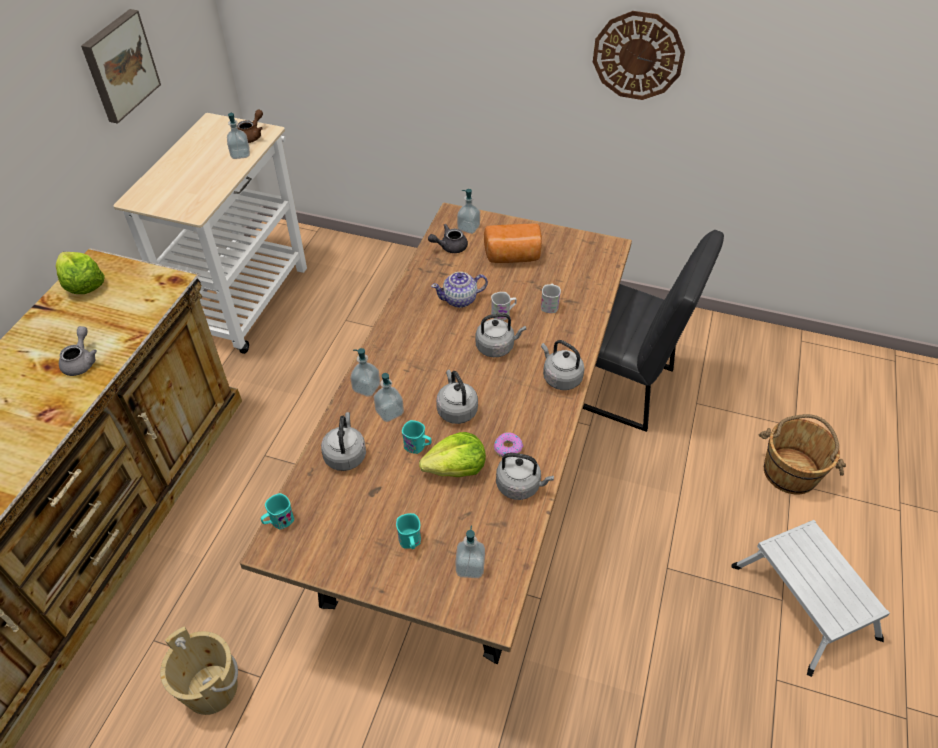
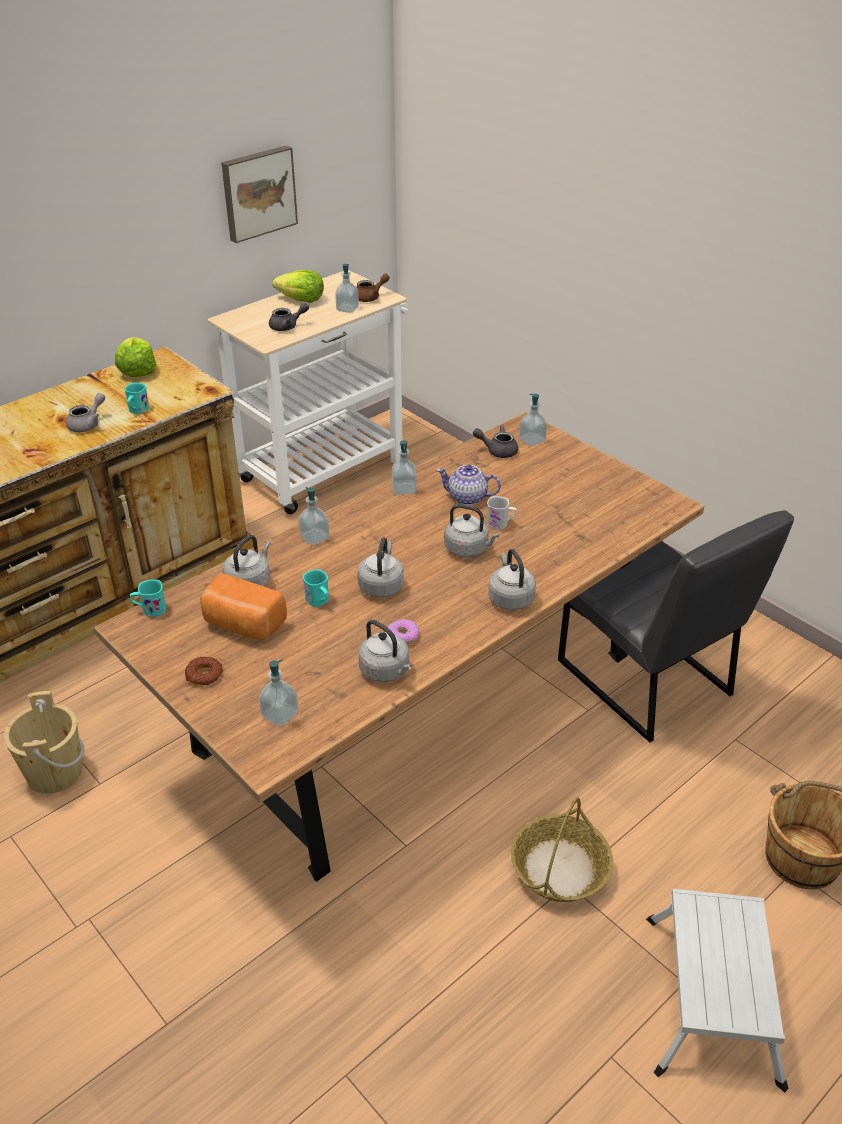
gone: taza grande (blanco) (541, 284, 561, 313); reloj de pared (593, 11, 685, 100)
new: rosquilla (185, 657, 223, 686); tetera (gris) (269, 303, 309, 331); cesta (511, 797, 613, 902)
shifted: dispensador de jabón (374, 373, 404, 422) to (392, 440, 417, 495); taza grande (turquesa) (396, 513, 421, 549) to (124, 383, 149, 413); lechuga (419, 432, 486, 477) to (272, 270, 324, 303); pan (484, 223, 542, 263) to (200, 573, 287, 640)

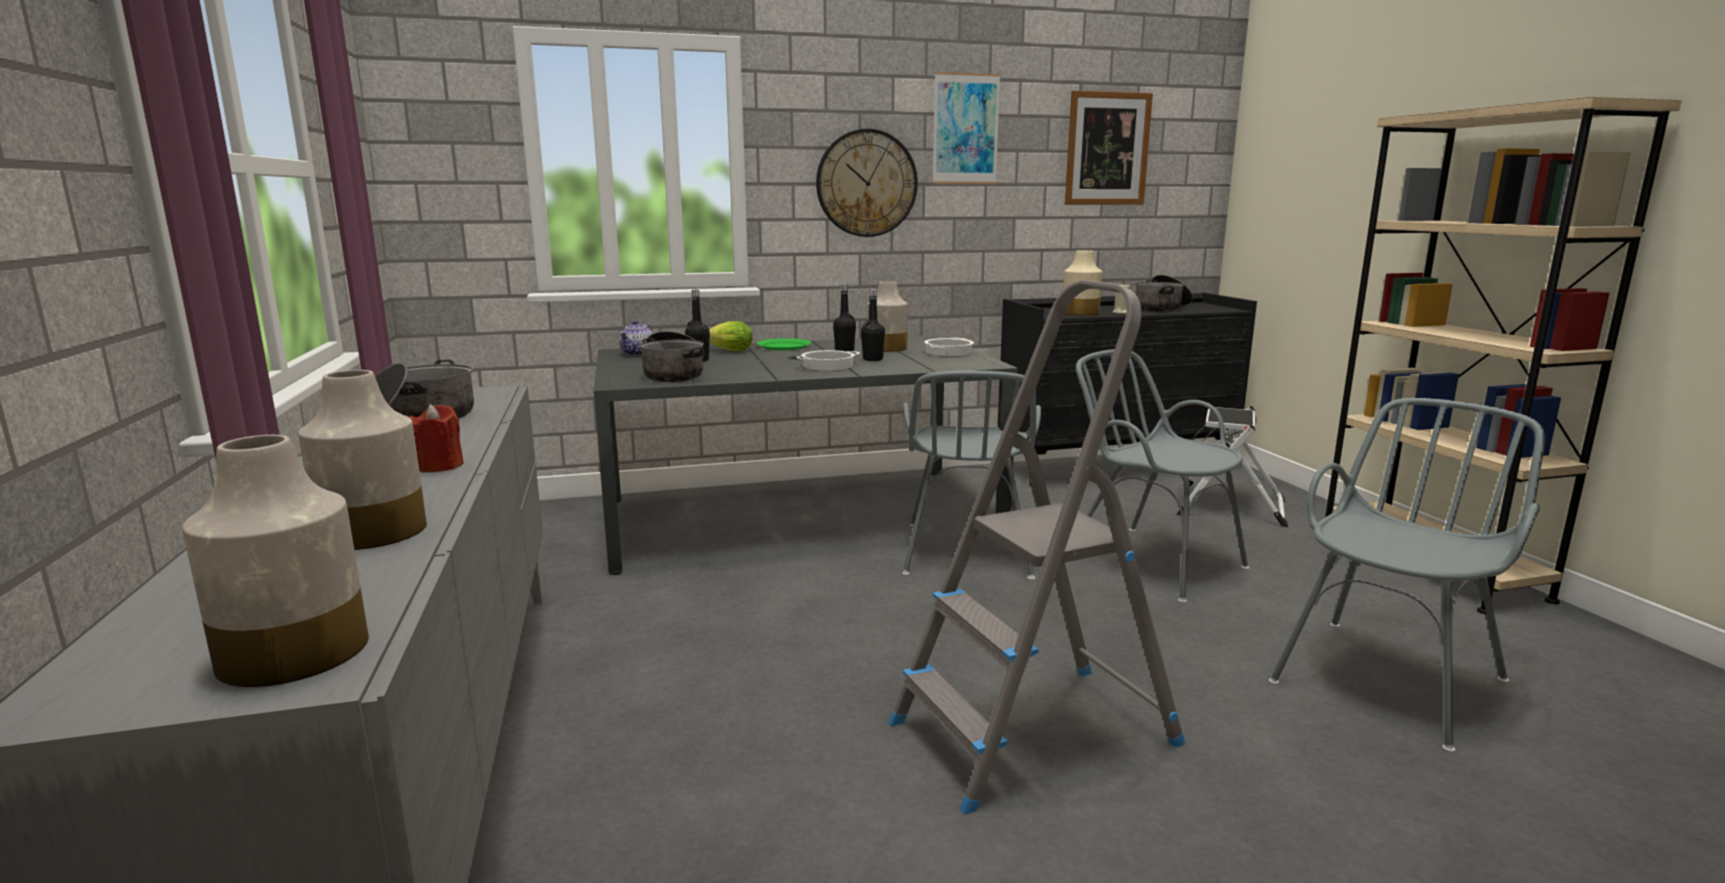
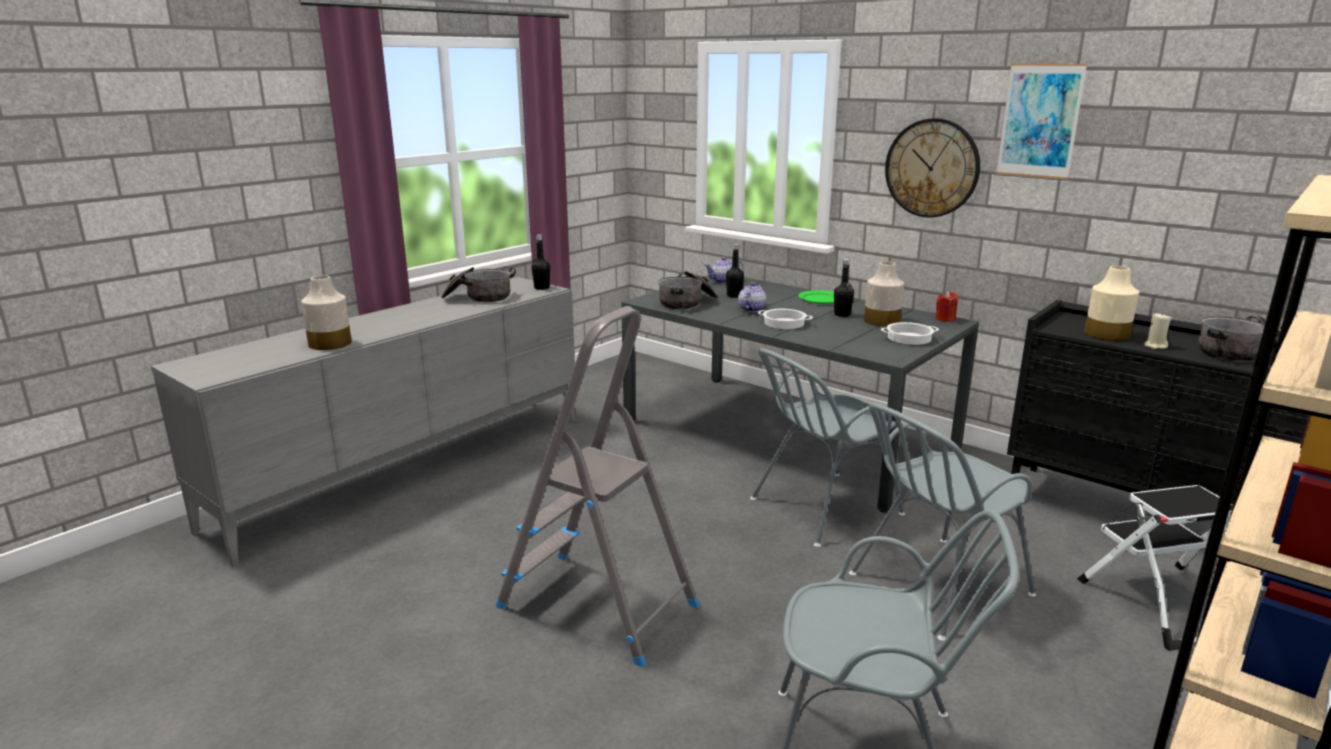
gone: florero (beis) (182, 435, 369, 687); lechuga (709, 321, 753, 351); cuadro (1065, 90, 1153, 205)
new: tetera (738, 283, 766, 312)
shifted: vela (rojo) (409, 404, 464, 472) to (936, 291, 958, 322); botella (negro) (861, 289, 885, 361) to (531, 234, 550, 290)
rotated: silla (gris) (1076, 349, 1249, 603) = (849, 403, 1036, 641) 135 degrees counterclockwise

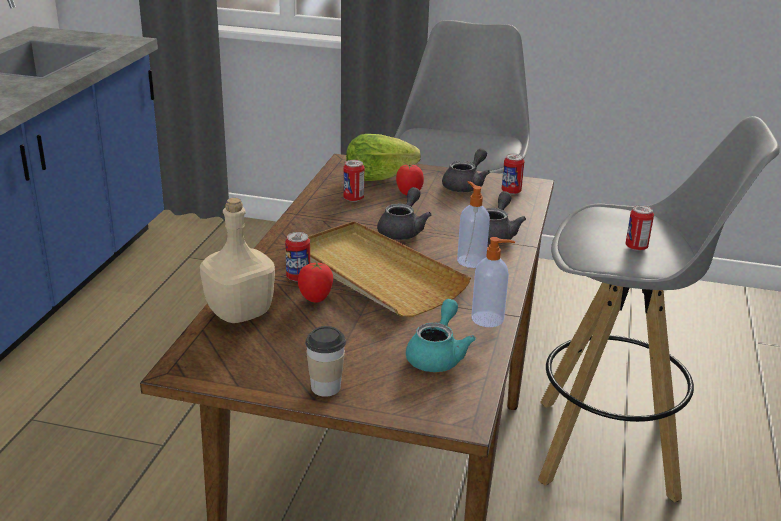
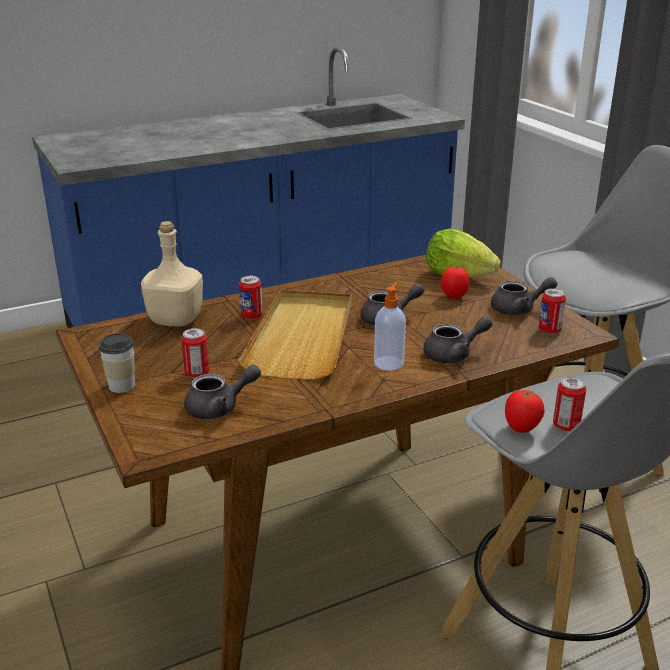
gone: dispensador de jabón (471, 237, 515, 327)
shifted: tomate (298, 263, 333, 302) to (505, 390, 544, 433); lata (343, 160, 364, 202) to (181, 328, 209, 378)
repainted: tetera (turquesa) (406, 299, 476, 372) to tetera (gris) (184, 365, 261, 419)

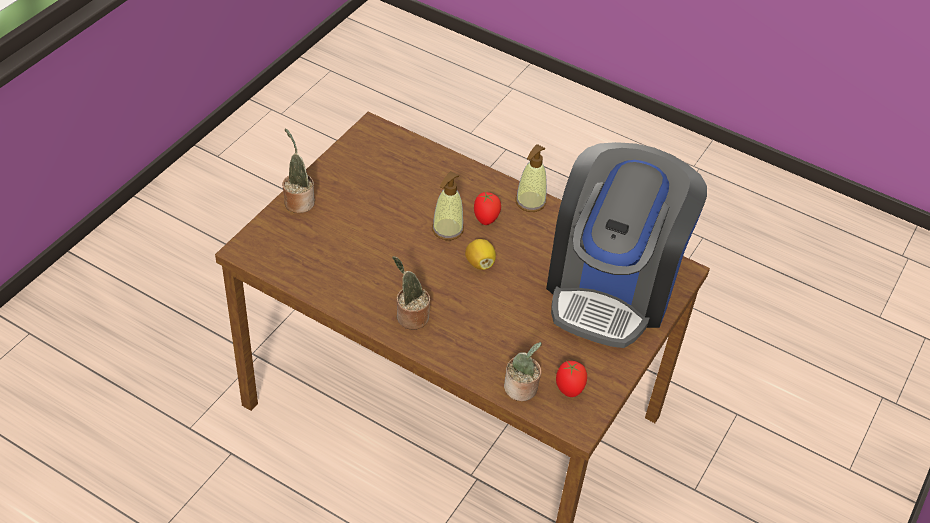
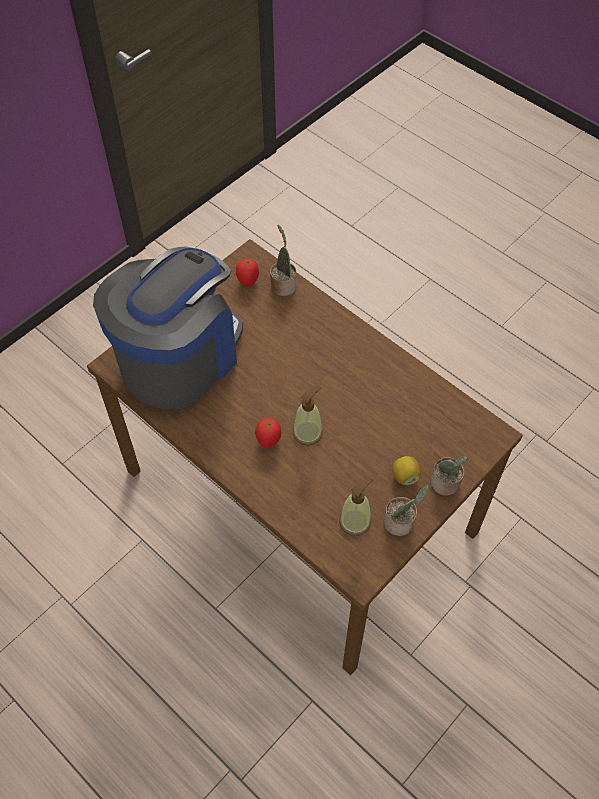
shifted: planta en maceta (392, 256, 430, 330) to (384, 484, 429, 536); limón (465, 239, 496, 270) to (393, 456, 421, 485); dispensador de jabón (516, 144, 547, 212) to (339, 477, 373, 536)

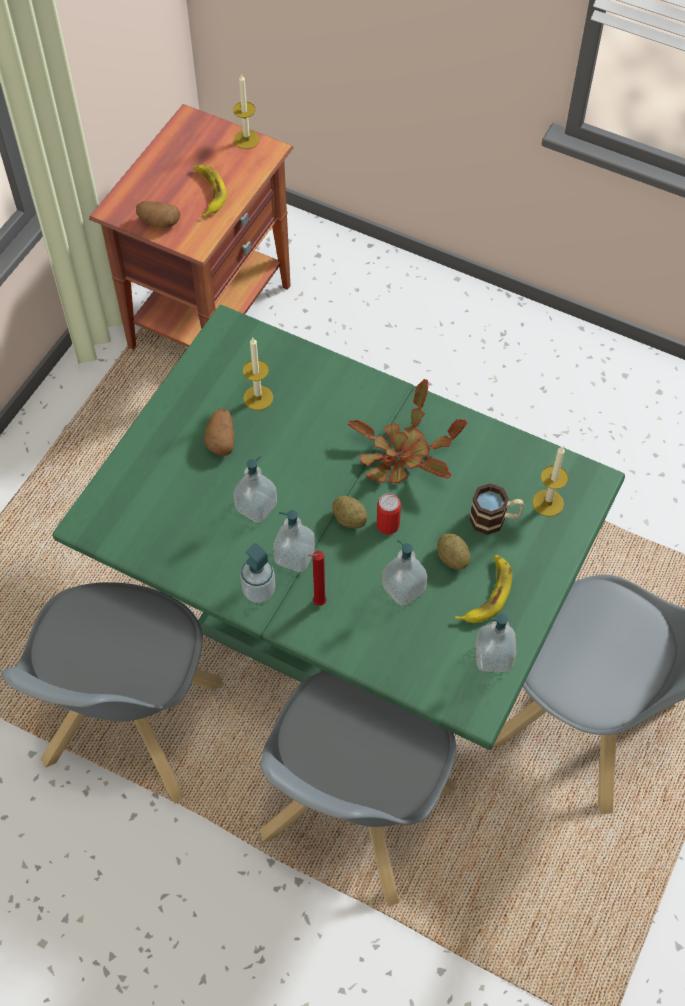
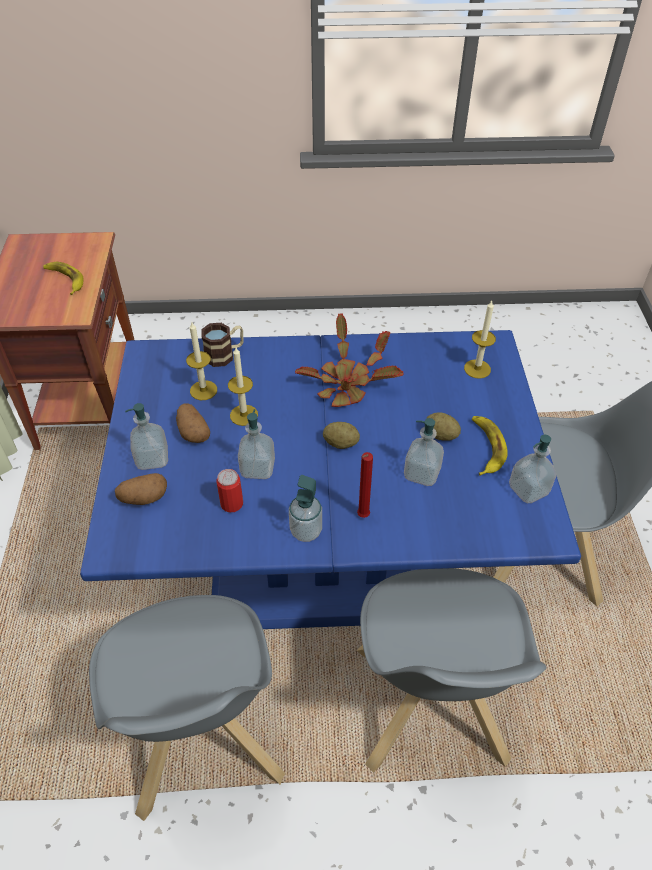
shifted: patata (136, 201, 180, 228) to (115, 473, 167, 505); vela (233, 74, 260, 149) to (228, 347, 258, 426); dispensador de jabón (273, 510, 315, 572) to (125, 403, 168, 470); lata (377, 493, 401, 534) to (217, 469, 243, 512); taza grande (469, 483, 524, 535) to (201, 323, 244, 367)
repainted: mesa de comedor (verde) (53, 305, 625, 750) to mesa de comedor (azul) (80, 330, 581, 629)

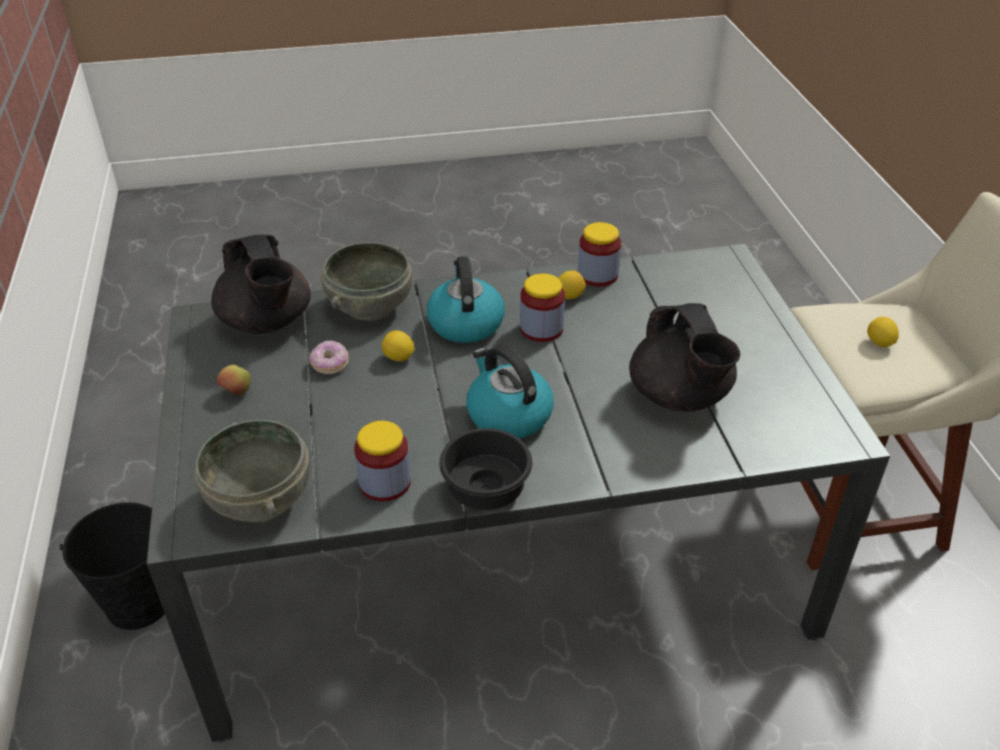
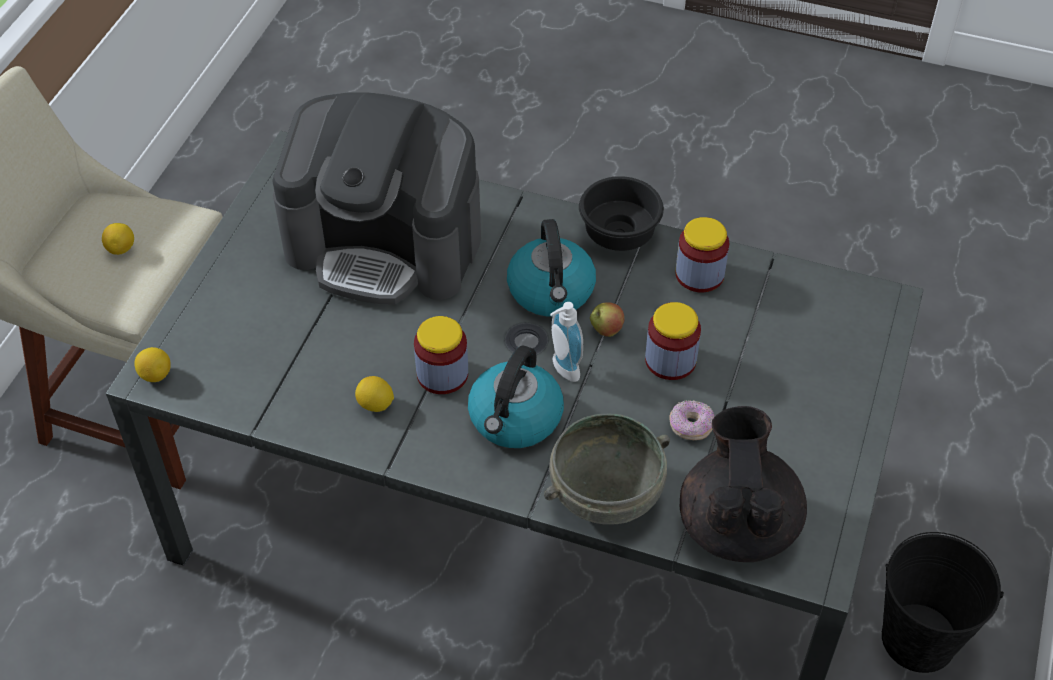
gone: cuenco (gris) (195, 420, 311, 523)
new: dispensador de jabón (550, 302, 583, 382)
shifted: manzana (217, 365, 250, 396) to (590, 302, 625, 337); limón (382, 330, 415, 361) to (134, 347, 171, 382); tarro (578, 222, 621, 287) to (645, 302, 701, 380)
swapped: tetera (negro) (629, 303, 740, 412) to cafetera (272, 92, 481, 304)

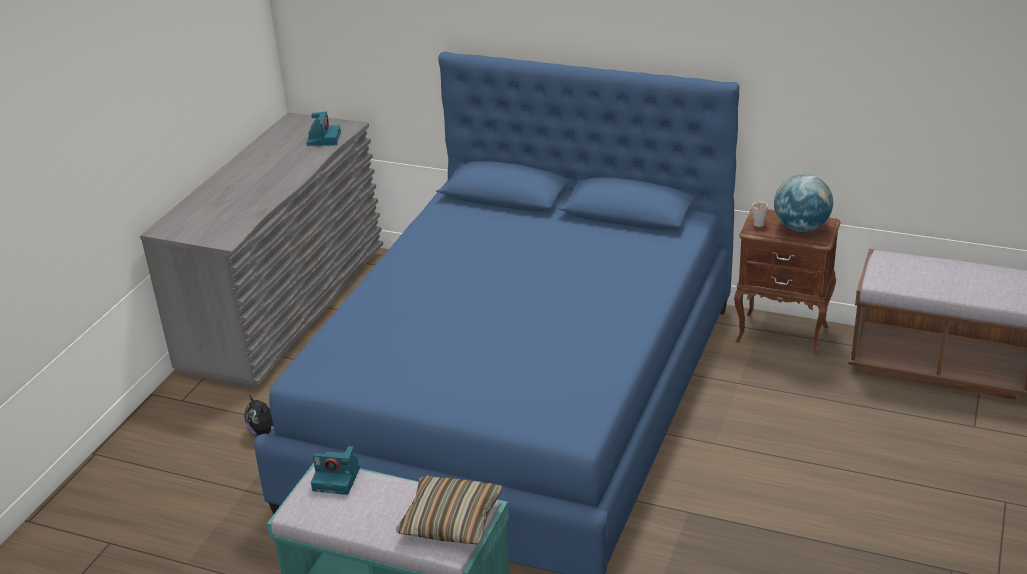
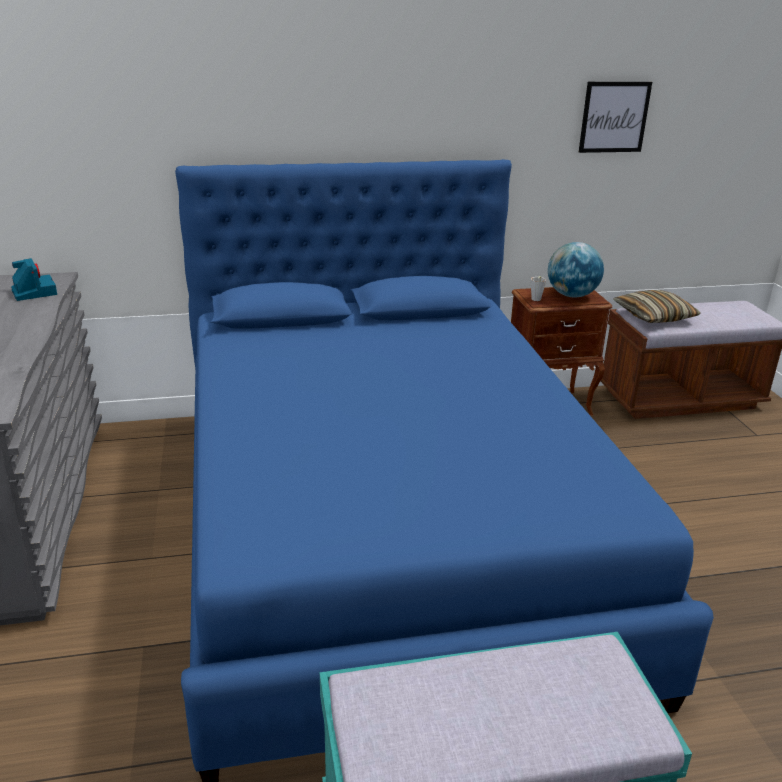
gone: peluche (245, 395, 274, 436); cámara (311, 446, 360, 495)
new: cuadro (579, 82, 652, 153)
shifted: cojín (396, 475, 503, 544) to (613, 290, 701, 323)

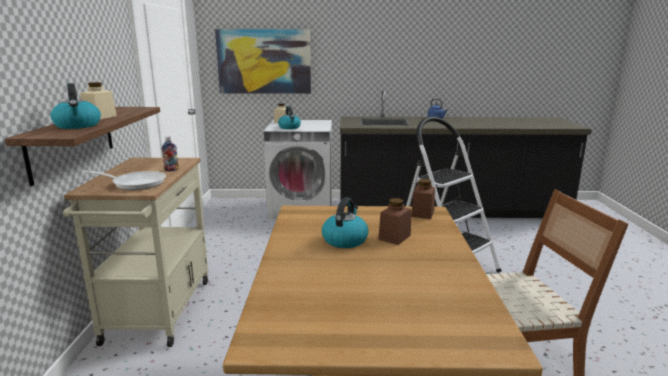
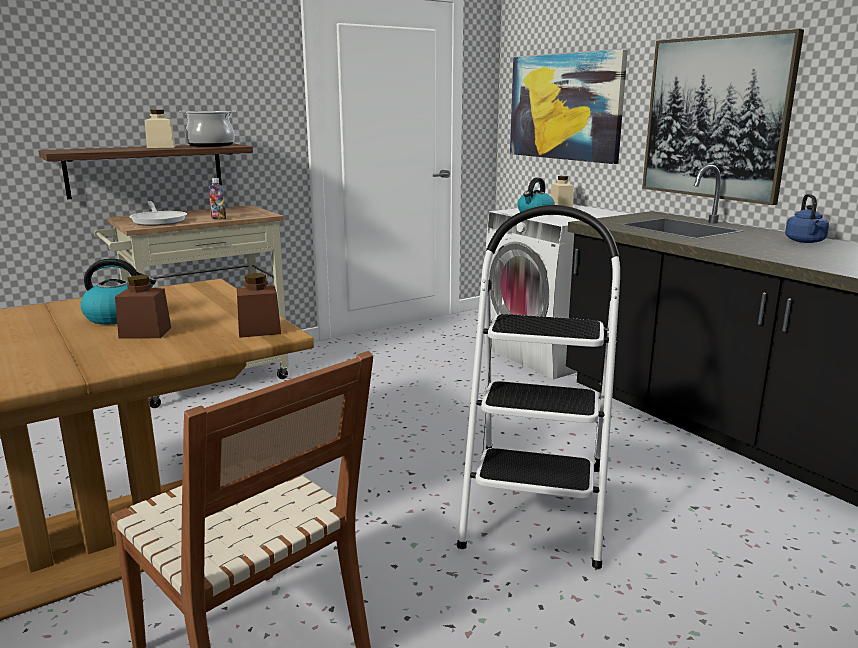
gone: hervidor (50, 83, 101, 129)
new: olla (179, 111, 236, 147); cuadro (642, 29, 804, 205)

